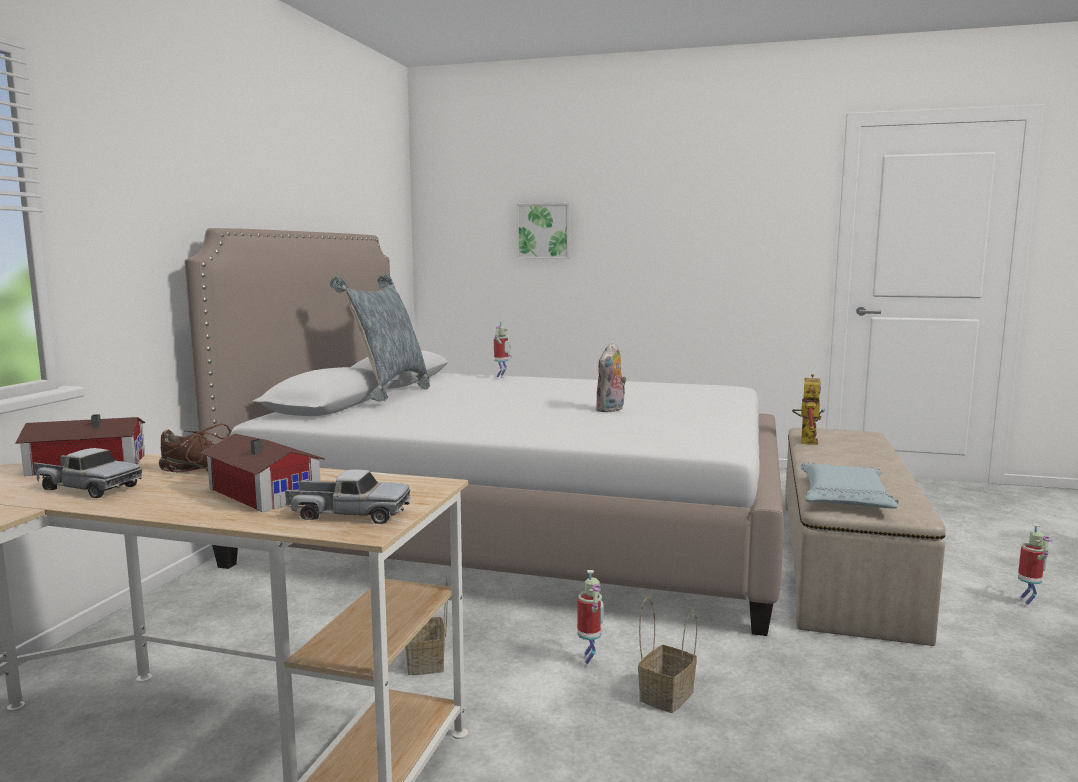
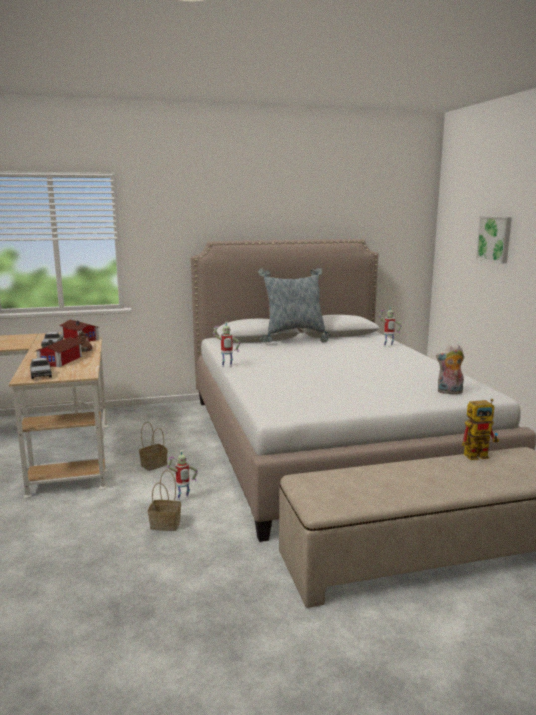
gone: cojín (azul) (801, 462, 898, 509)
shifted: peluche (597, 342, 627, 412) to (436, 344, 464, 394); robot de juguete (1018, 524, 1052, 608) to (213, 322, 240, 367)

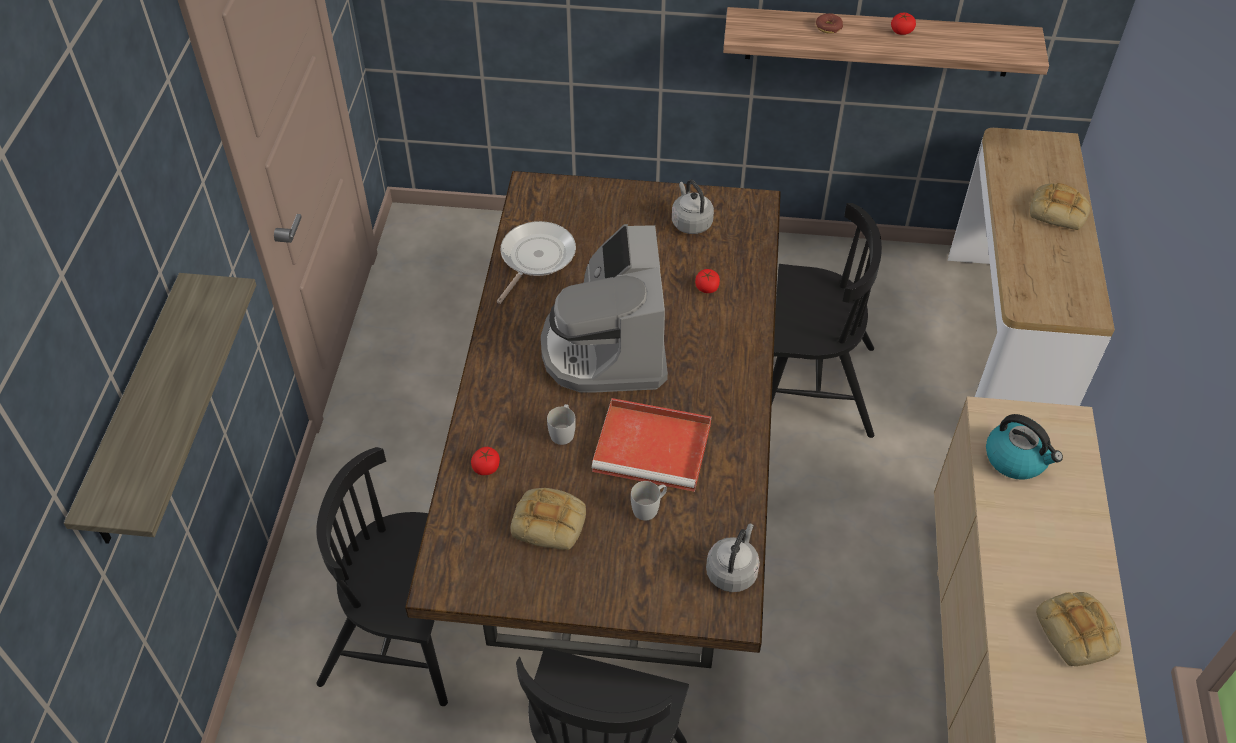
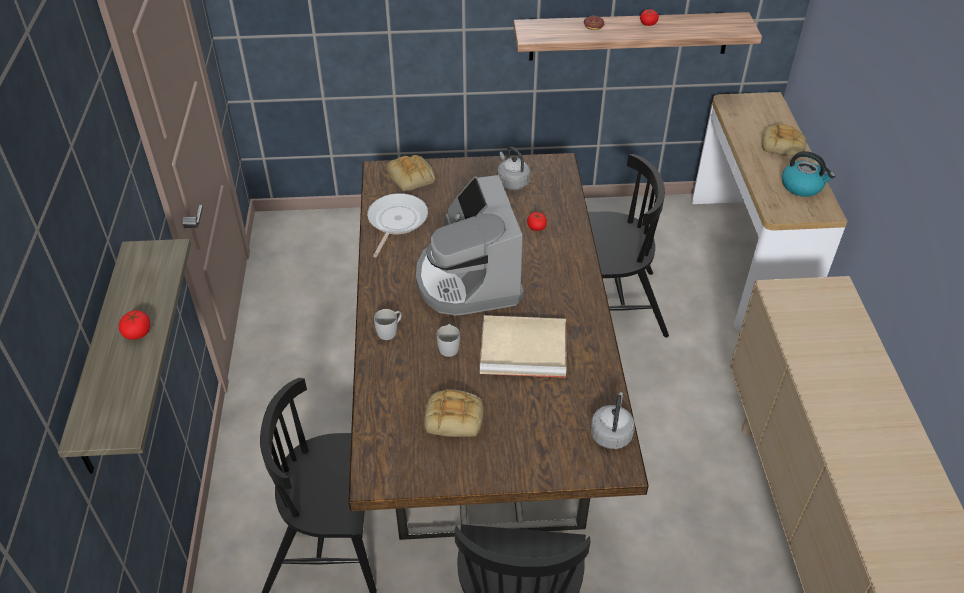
shifted: tomate (471, 447, 500, 475) to (119, 310, 150, 340); taza grande (blanco) (631, 481, 667, 520) to (374, 309, 402, 340); hervidor (986, 414, 1063, 480) to (782, 151, 835, 197); pan (1036, 592, 1121, 666) to (387, 155, 435, 191)
repainted: bandeja (rojo) (592, 398, 711, 492) to bandeja (beis) (480, 315, 567, 378)

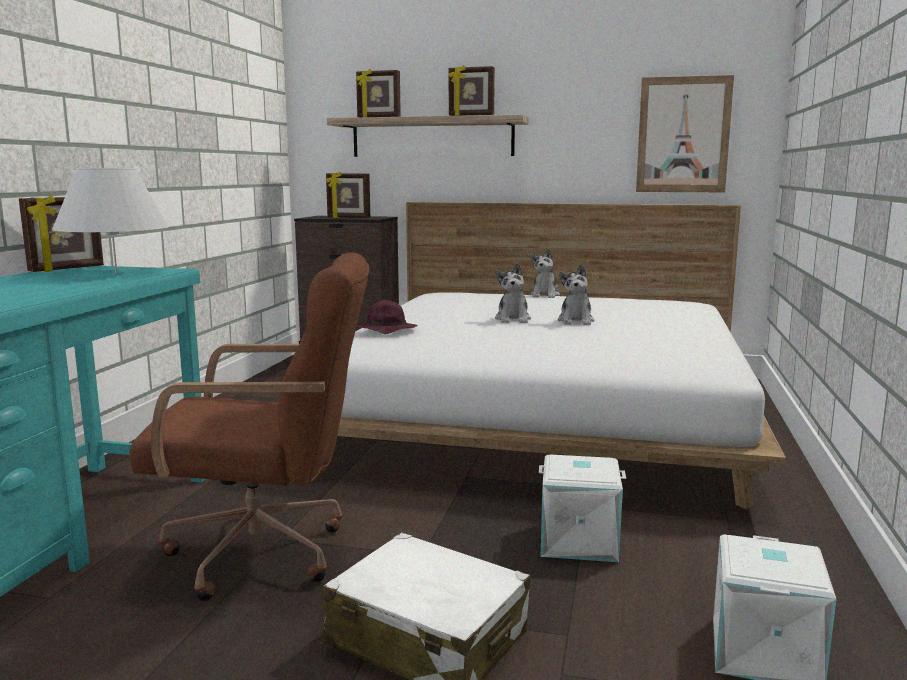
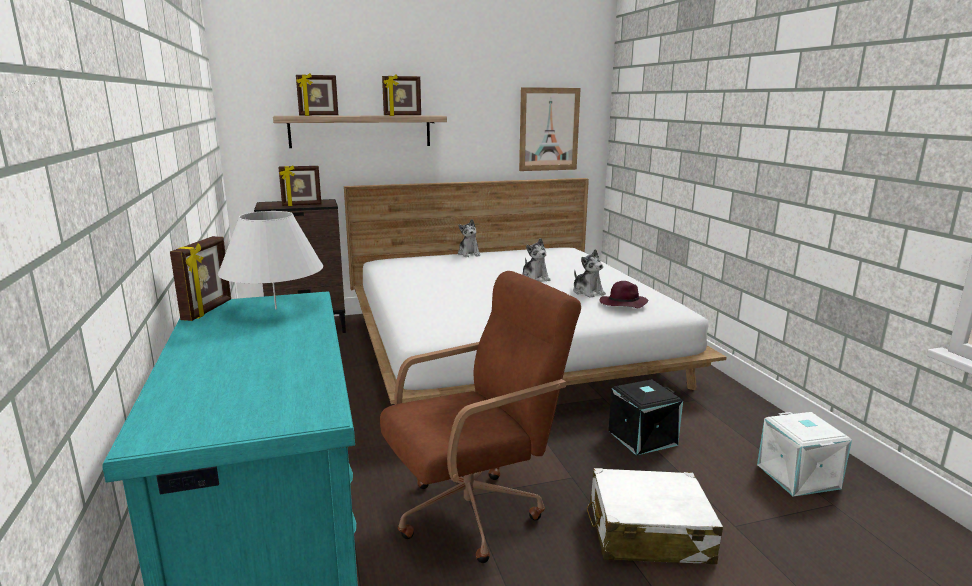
shifted: sombrero (morado) (357, 300, 418, 334) to (600, 281, 649, 308); peluche (495, 263, 531, 323) to (573, 249, 606, 298)
repainted: caja de almacenaje (blanco) (539, 455, 626, 562) to caja de almacenaje (negro) (608, 379, 683, 456)

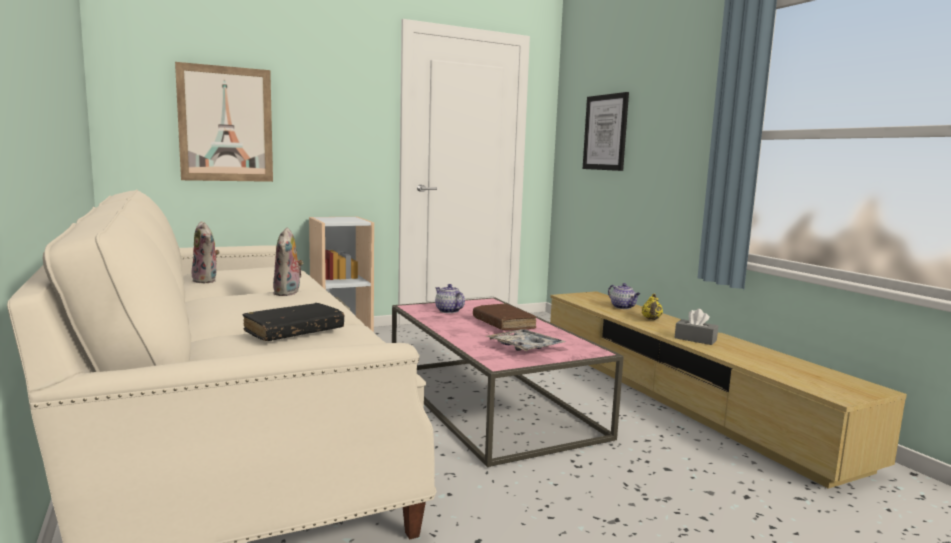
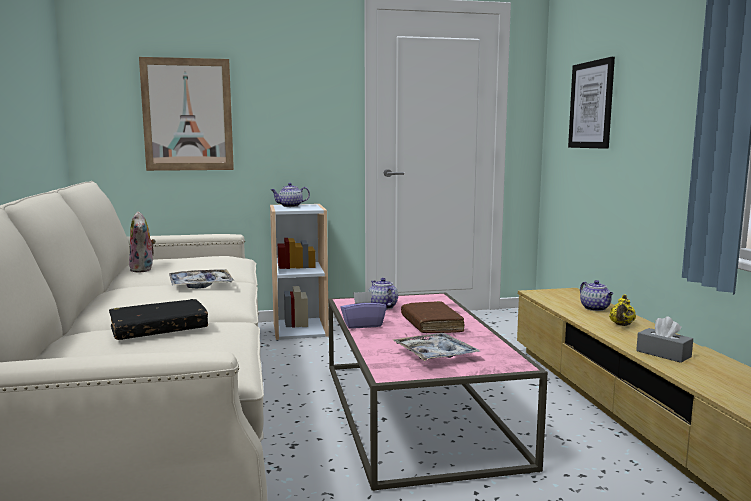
new: tetera (271, 183, 310, 207); caja de pañuelos (morado) (340, 291, 387, 329)
swapped: peluche (273, 228, 304, 296) to bandeja (169, 269, 234, 288)

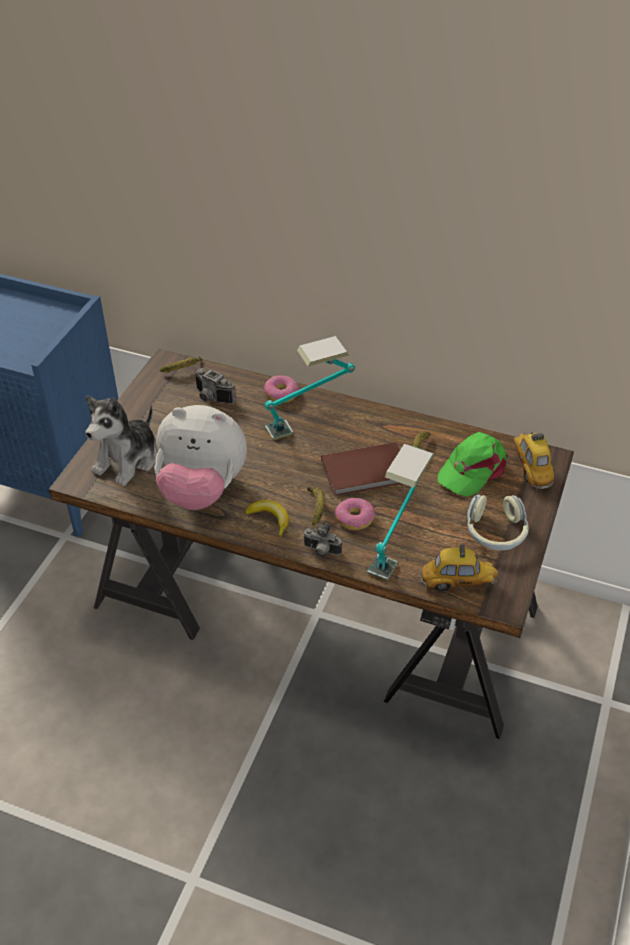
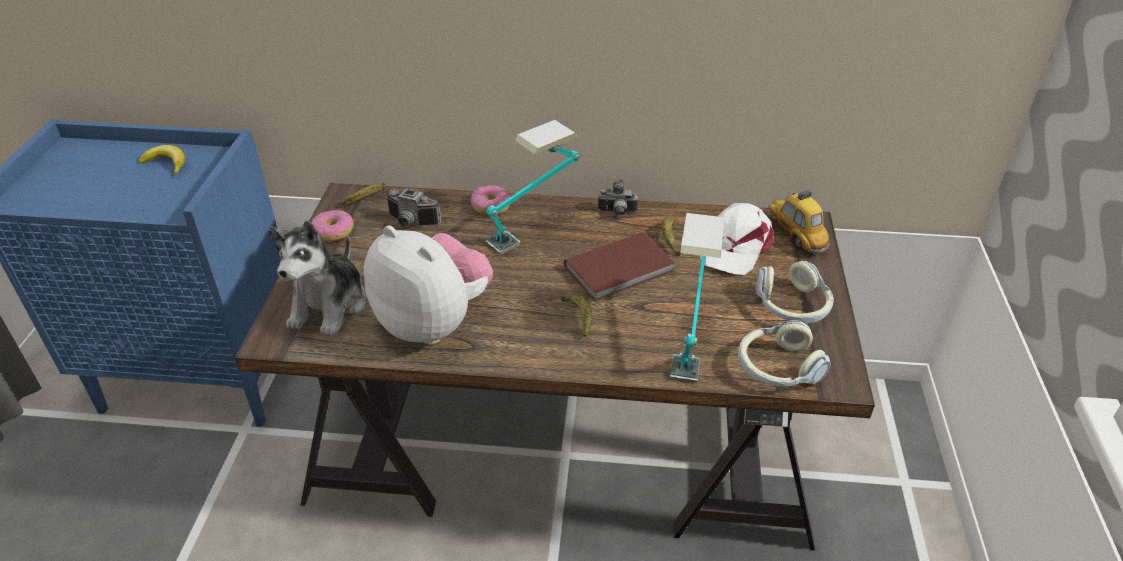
shifted: plátano (245, 500, 289, 539) to (139, 145, 186, 176); cámara (303, 523, 342, 557) to (597, 180, 638, 216); rosquilla (335, 498, 375, 530) to (311, 210, 354, 242)
swapped: coche de juguete (419, 544, 499, 591) to auriculares (738, 320, 831, 387)
repainted: gorra (verde) (438, 432, 507, 497) to gorra (blanco) (700, 203, 773, 275)
rotated: peluche (154, 405, 247, 510) = (364, 225, 493, 344) 135 degrees counterclockwise

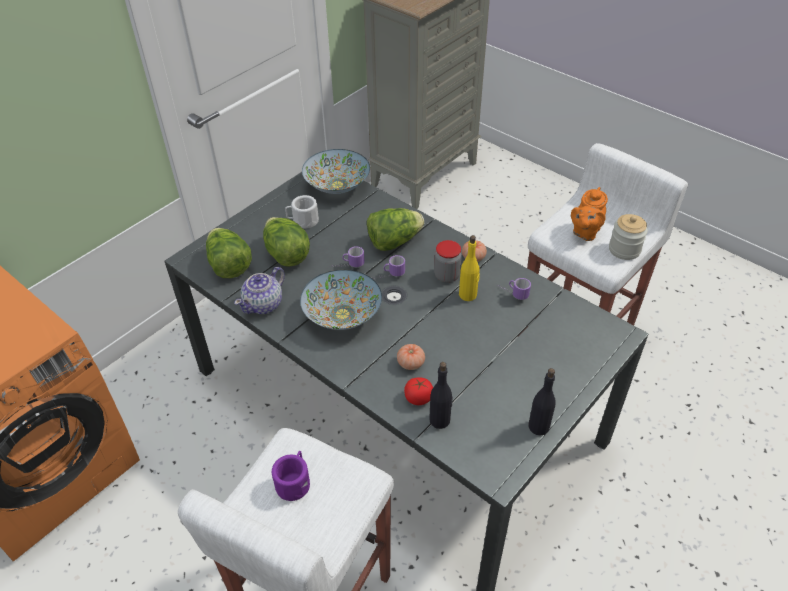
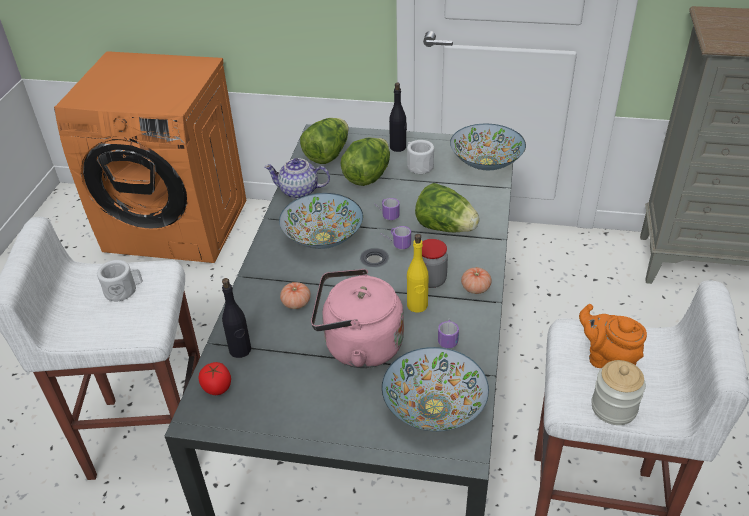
new: hervidor (rosa) (311, 269, 404, 368); cuenco (382, 347, 489, 432)
shifted: tomate (404, 377, 433, 405) to (199, 362, 231, 395); botella (negro) (528, 368, 555, 435) to (389, 83, 407, 152)
repainted: taza grande (morado) (272, 451, 310, 501) to taza grande (blanco) (97, 260, 143, 301)
rotated: tetera (naranja) (571, 187, 608, 241) = (579, 304, 647, 368) 45 degrees clockwise

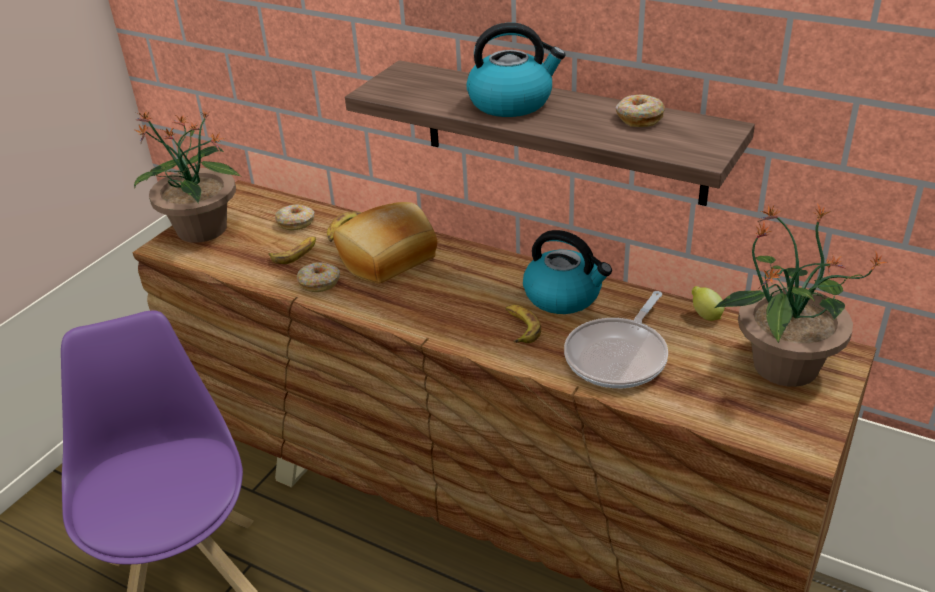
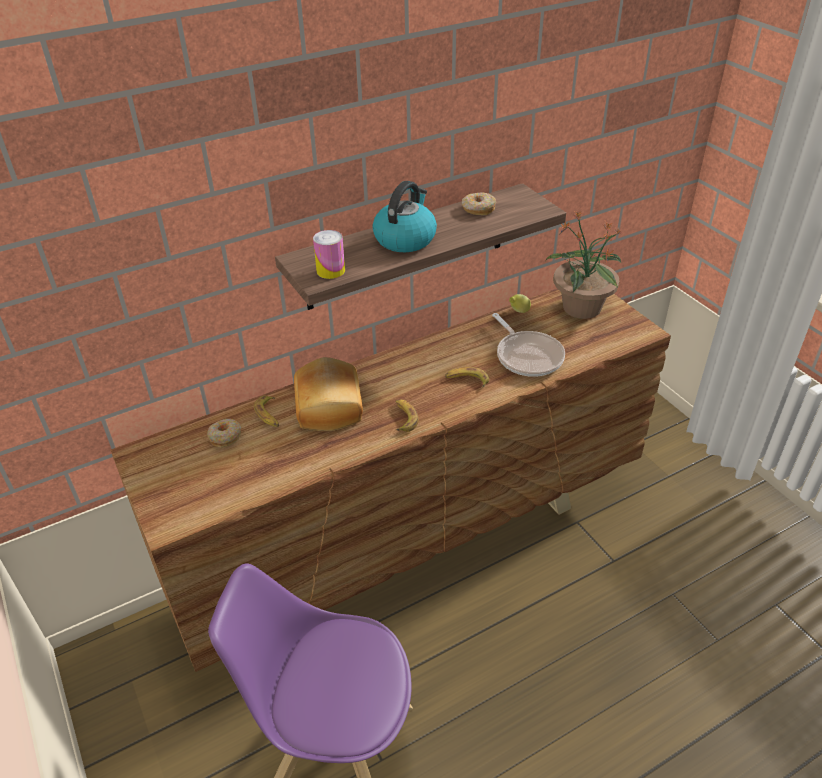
gone: planta en maceta (133, 109, 241, 243); rosquilla (297, 262, 340, 292); hervidor (523, 230, 612, 314)
new: lata (313, 230, 345, 279)
shifted: plátano (268, 237, 316, 264) to (395, 400, 419, 432)

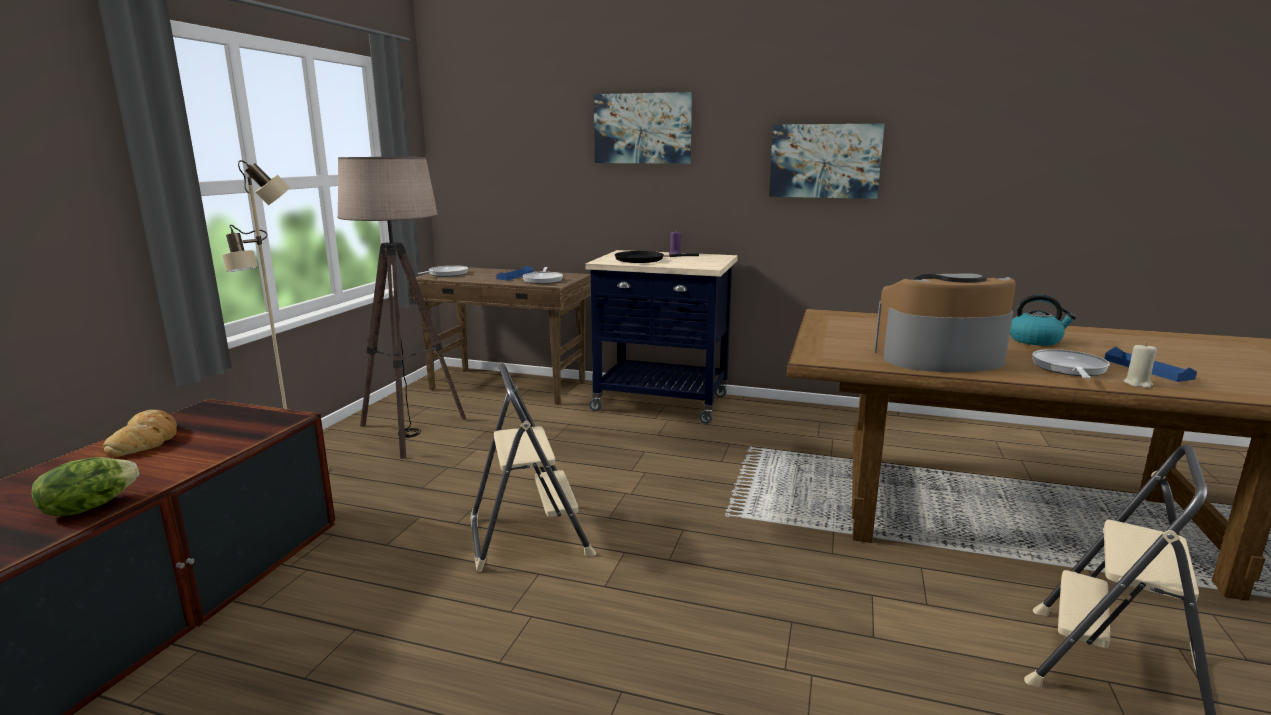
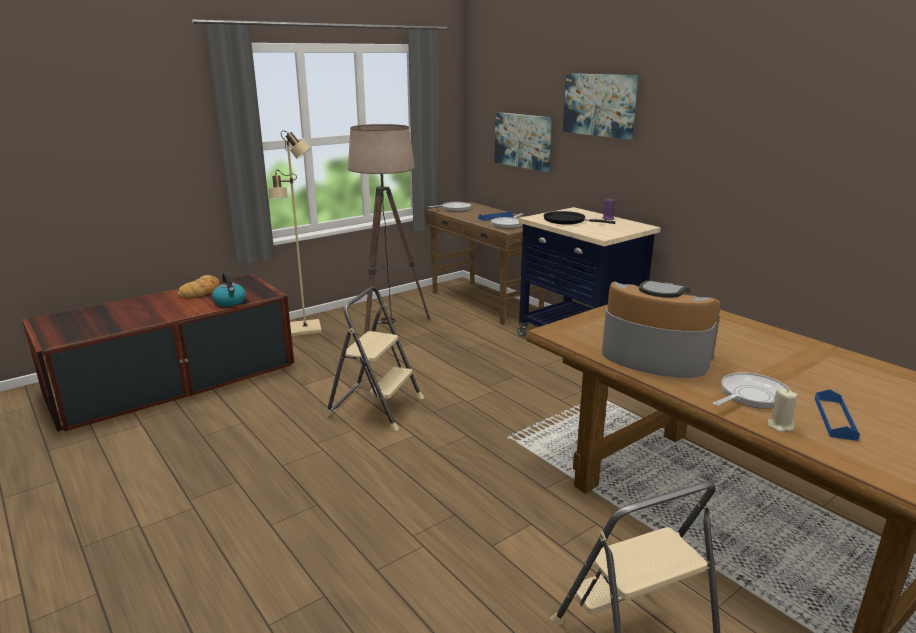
gone: lechuga (31, 457, 139, 516)
shifted: cuadro (769, 124, 885, 199) to (494, 112, 552, 172); hervidor (1010, 294, 1076, 346) to (212, 272, 246, 306)

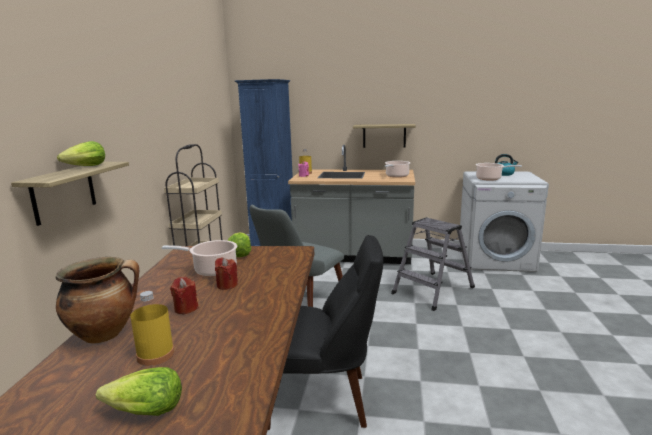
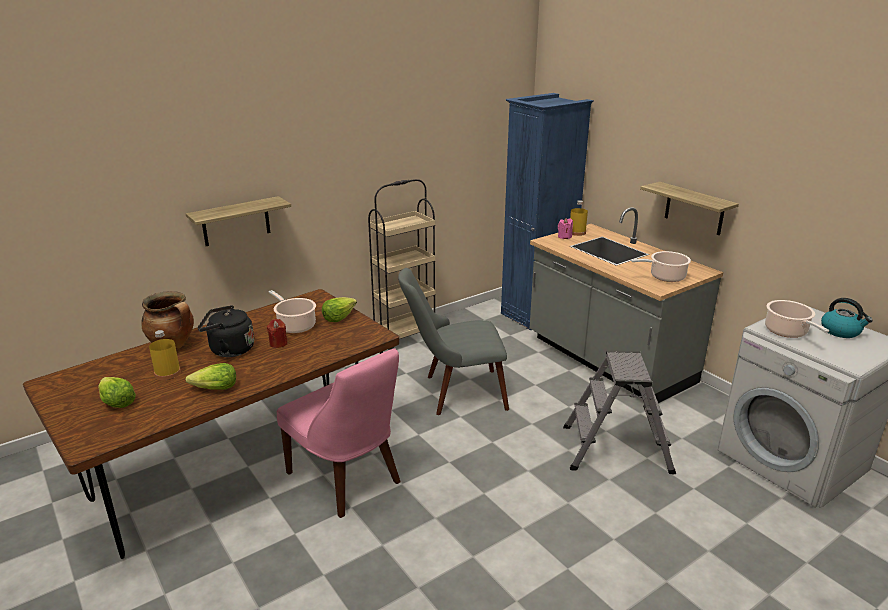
shifted: lechuga (57, 141, 105, 166) to (186, 363, 236, 390)
swapped: vela (rojo) (170, 277, 198, 314) to hervidor (negro) (198, 305, 254, 357)
repainted: silla (negro) (268, 235, 383, 430) to silla (rosa) (277, 349, 401, 518)

